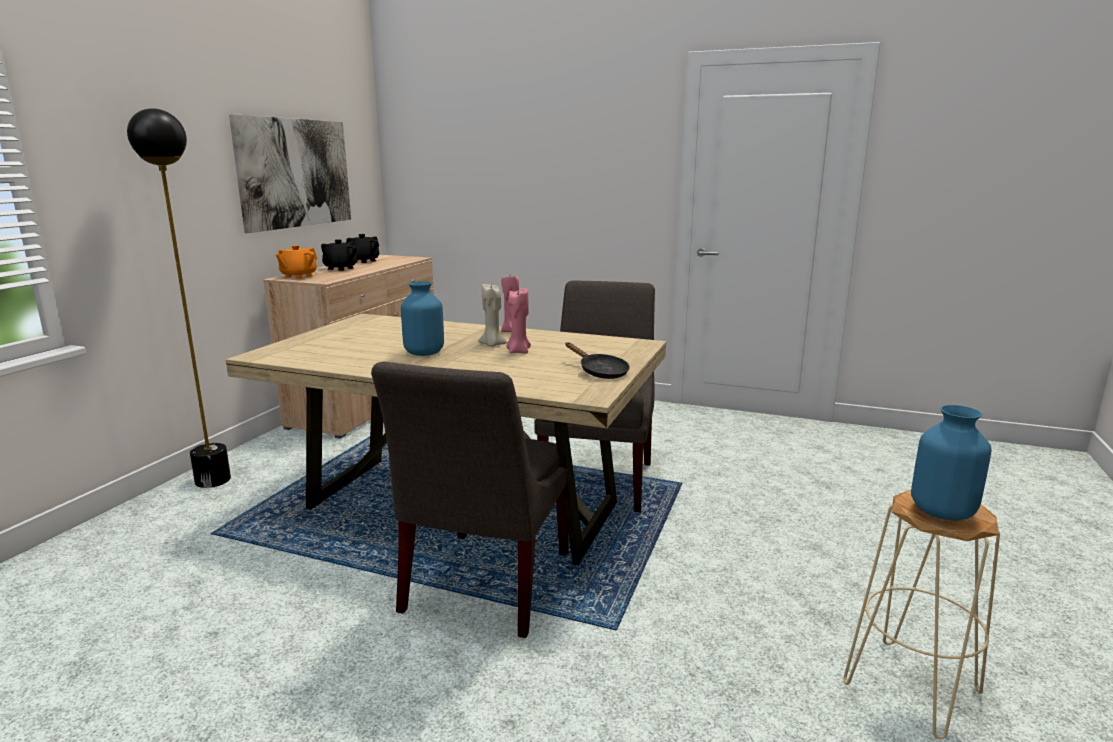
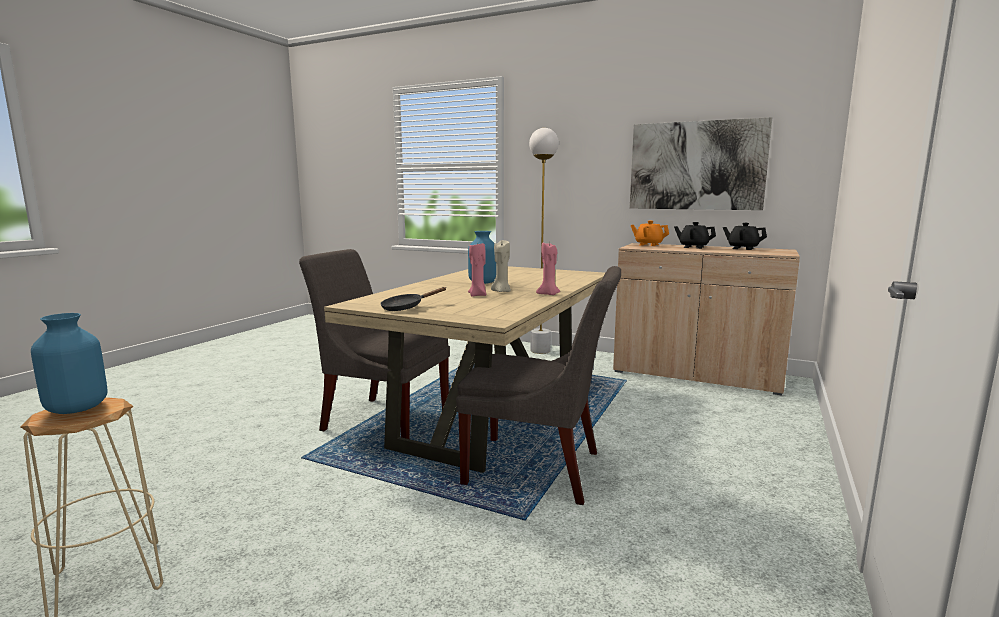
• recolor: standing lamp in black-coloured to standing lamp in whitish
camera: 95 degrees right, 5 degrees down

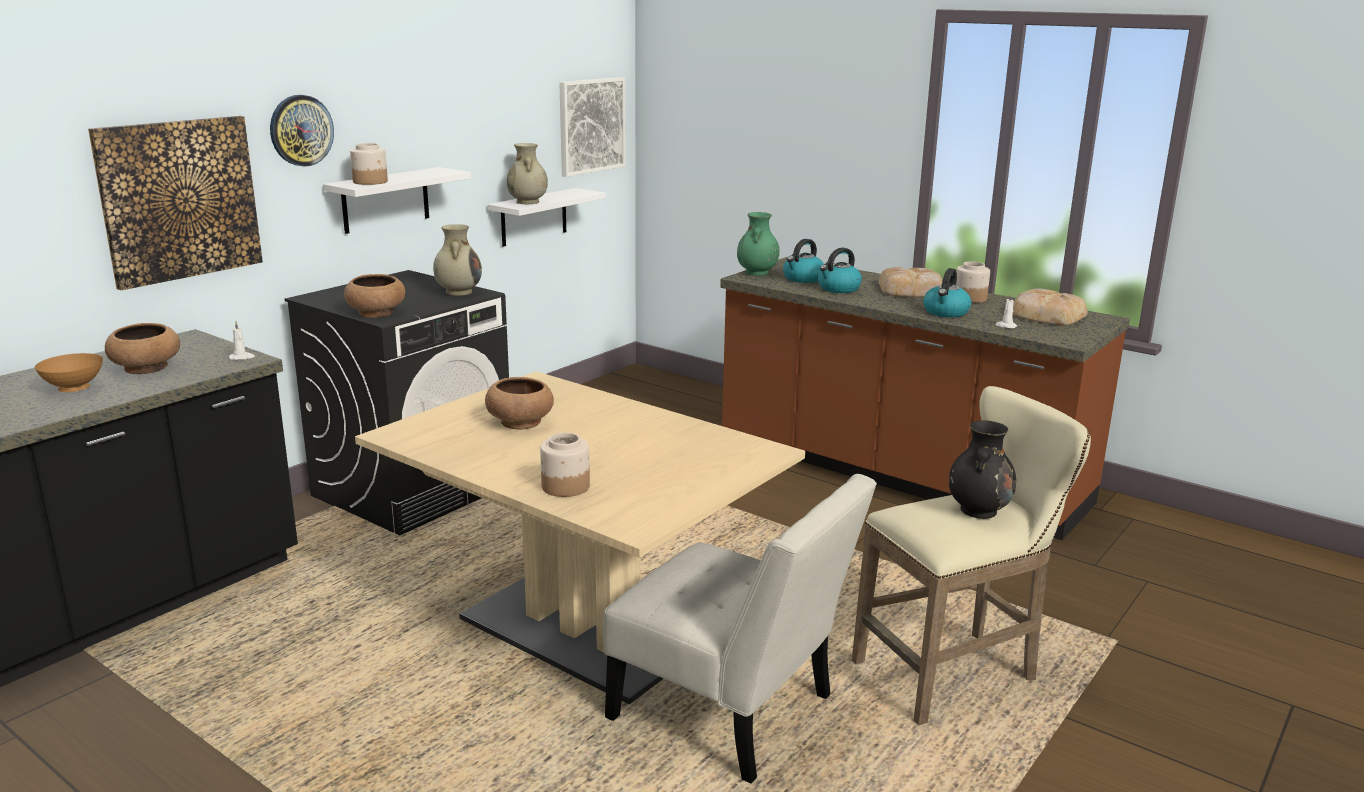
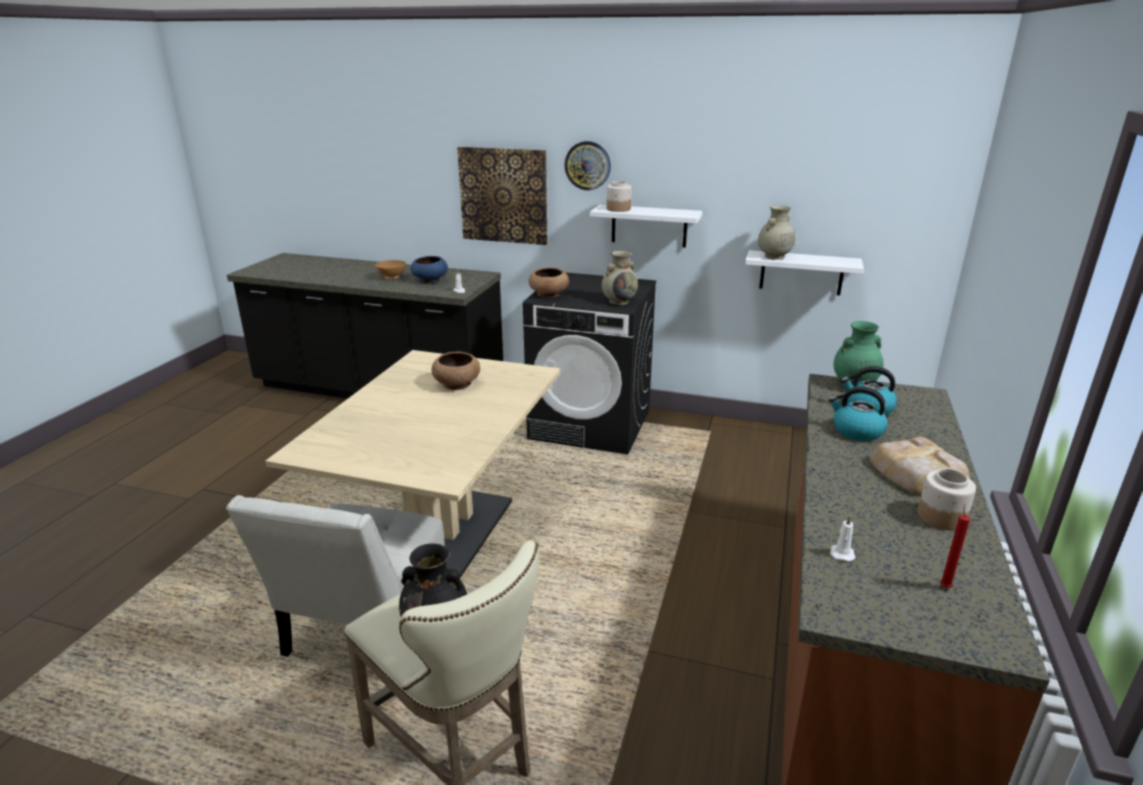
• delete: storage jar (2nd from left)
• delete: picture (2nd from left)
• delete: tea kettle (3rd from left)
• replace: bakery bread (2nd from left) to candle in reddish
• recolor: deep dish in brown (2nd from left) to deep dish in blue
camera: 70 degrees right, 5 degrees up

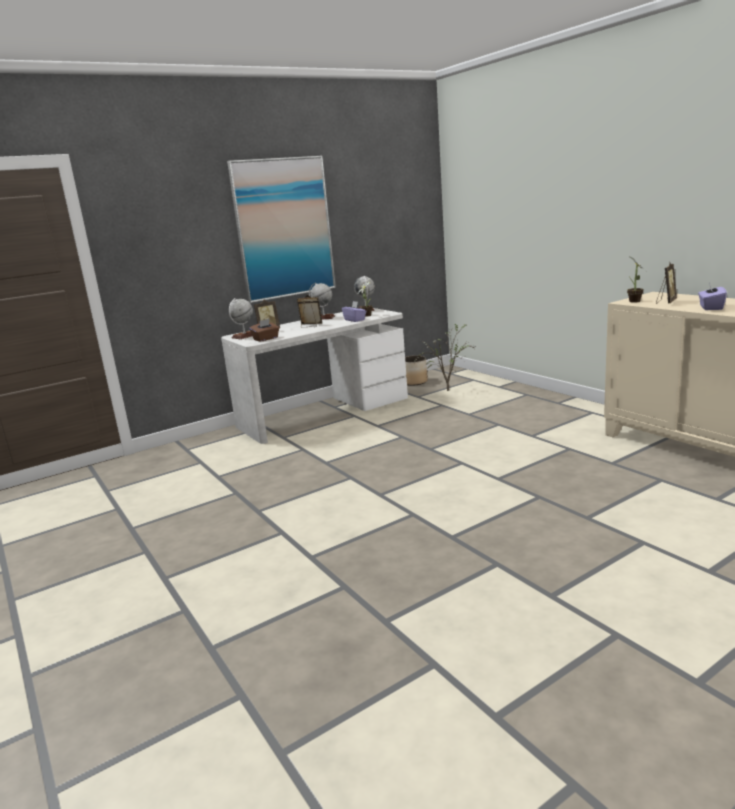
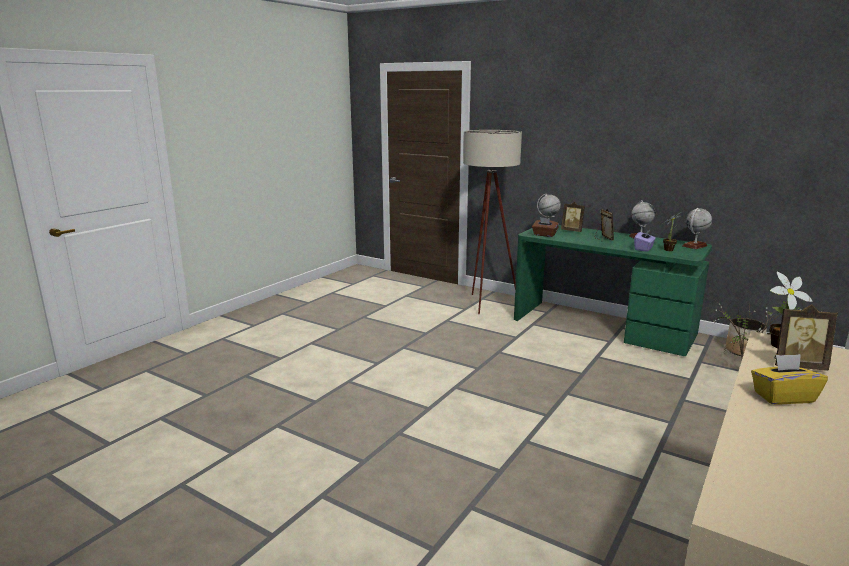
• delete: picture
• insert: standing lamp in beige
• recolor: desk table in whitish to desk table in greenish
• recolor: tissue box in purple (2nd from left) to tissue box in yellowish
camera: 65 degrees right, 0 degrees up

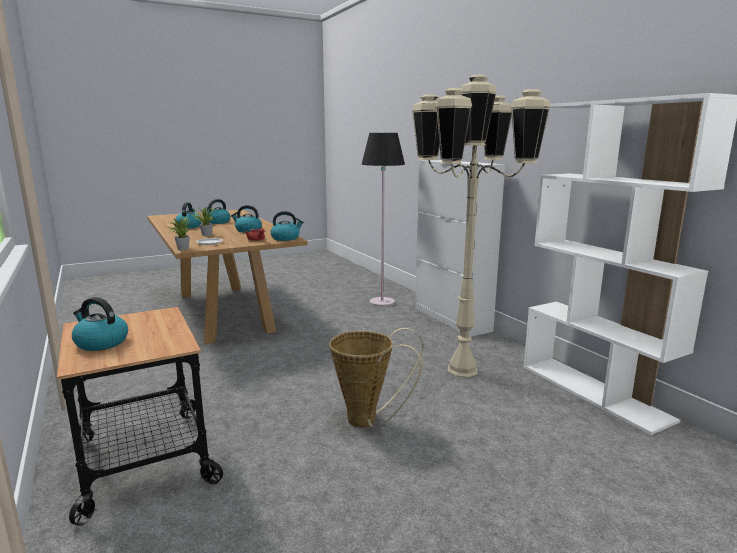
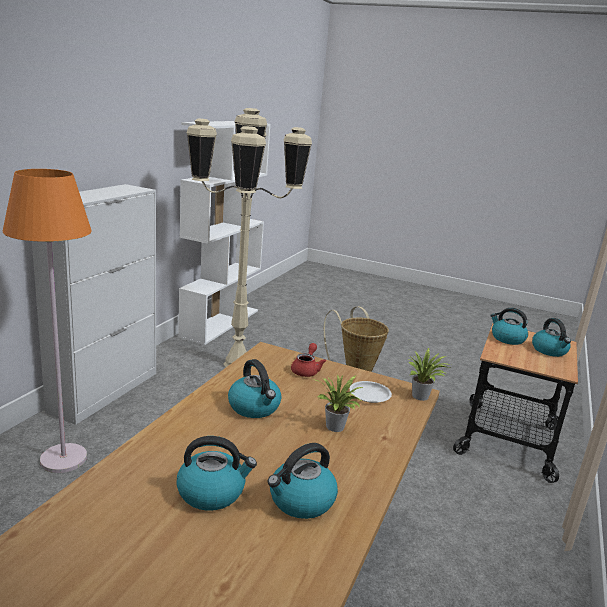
• move: tea kettle (5th from left in the first image) to tea kettle (4th from left)
• recolor: standing lamp in black-coloured to standing lamp in orange
camera: 130 degrees left, 5 degrees up

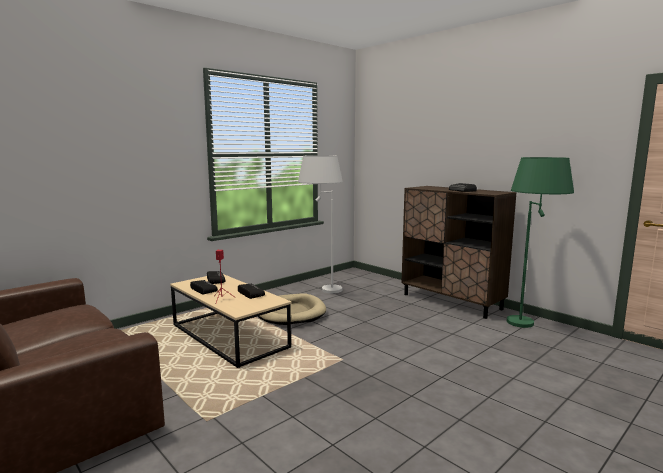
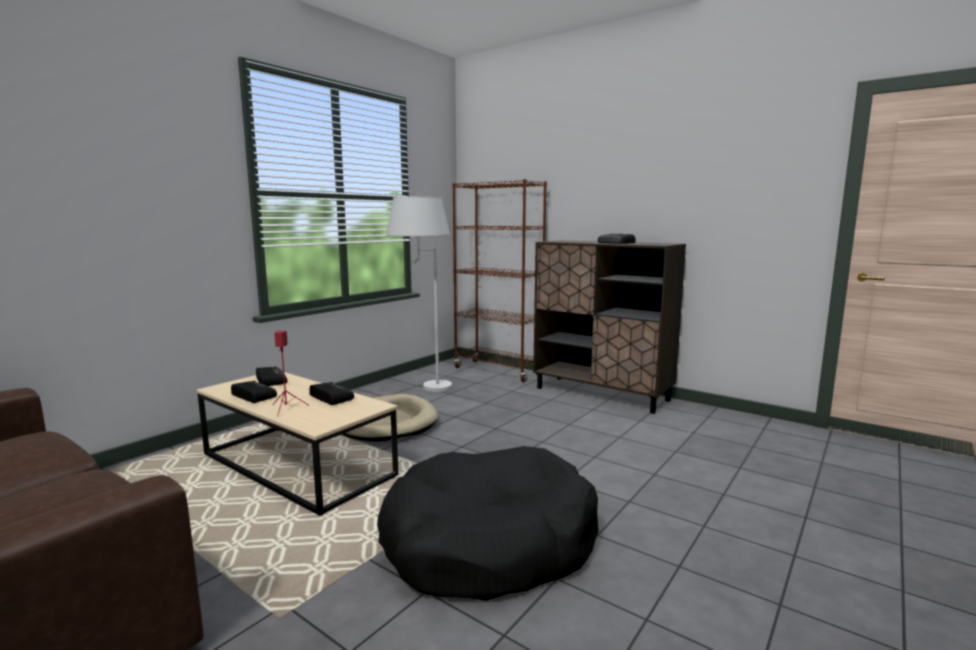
• delete: standing lamp in greenish
• insert: pet bed in black-coloured
• insert: bookcase in brown
camera: 10 degrees left, 0 degrees up

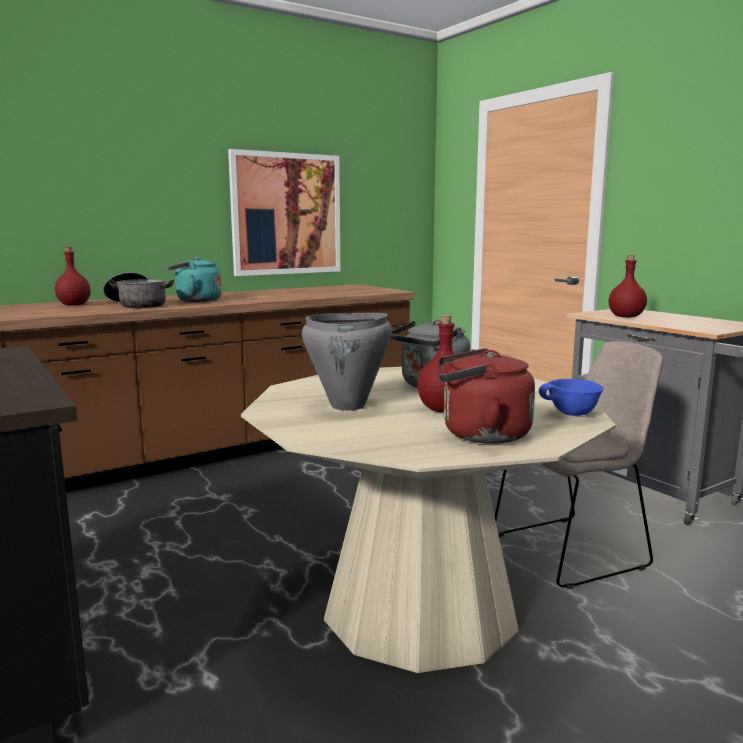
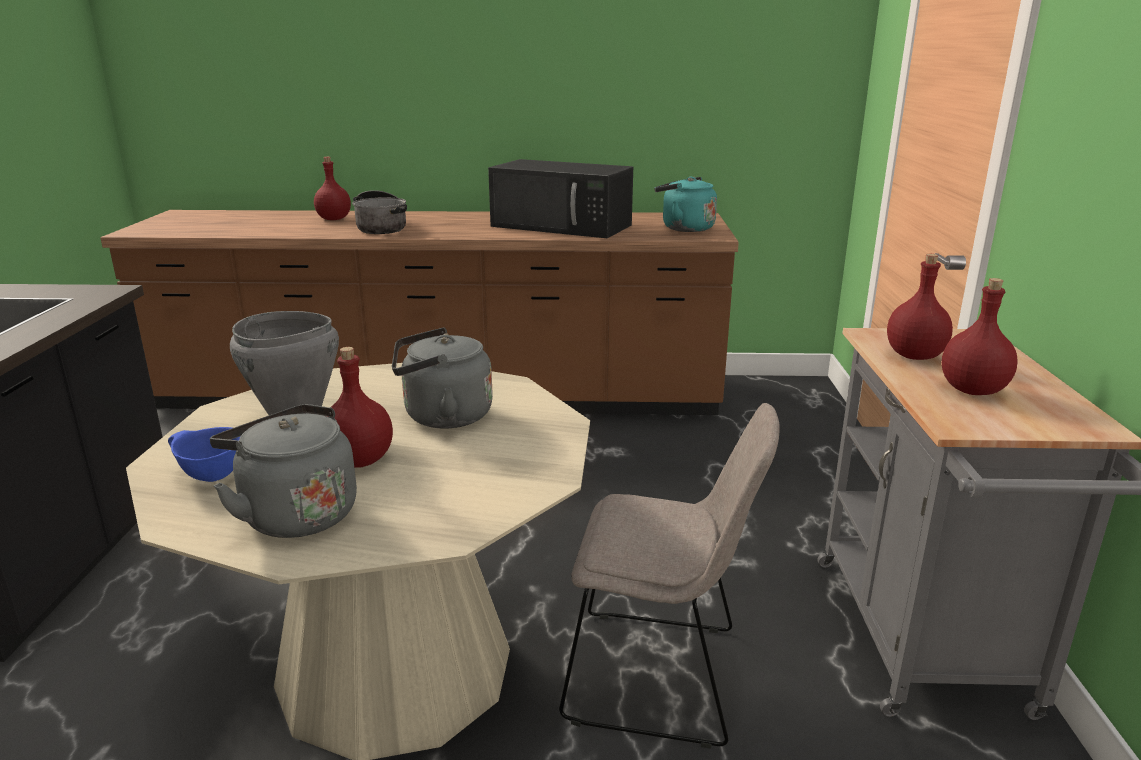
• delete: picture
• insert: microwave oven in black-coloured
• insert: bottle in reddish (4th from left)
• move: tea kettle in blue-green
• move: deep dish in blue
• recolor: tea kettle in reddish to tea kettle in greyish (1st from left)
camera: 35 degrees right, 10 degrees up

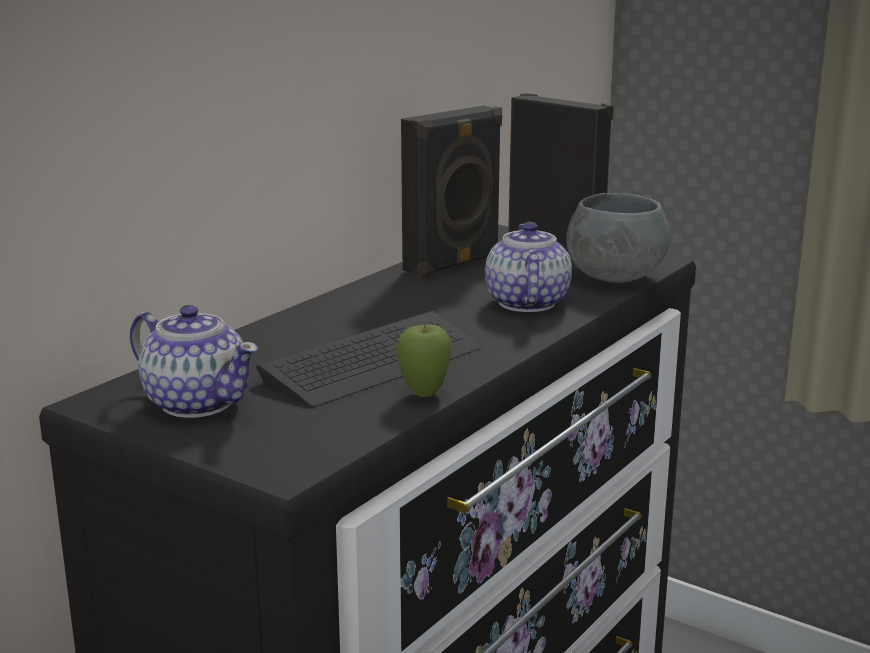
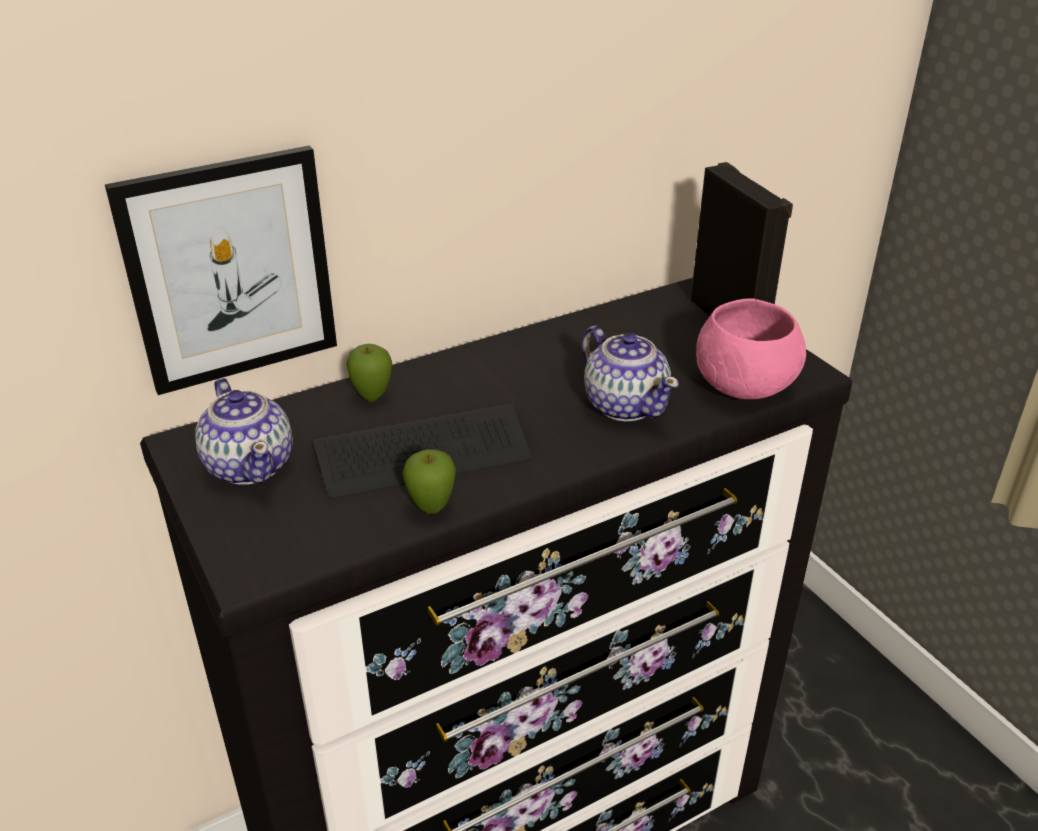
• delete: speaker in black-coloured (1st from left)
• insert: picture
• insert: apple (1st from left)
• recolor: deep dish in greyish to deep dish in pink
• rotate: teapot (2nd from left) 120 degrees clockwise
camera: 25 degrees right, 15 degrees up

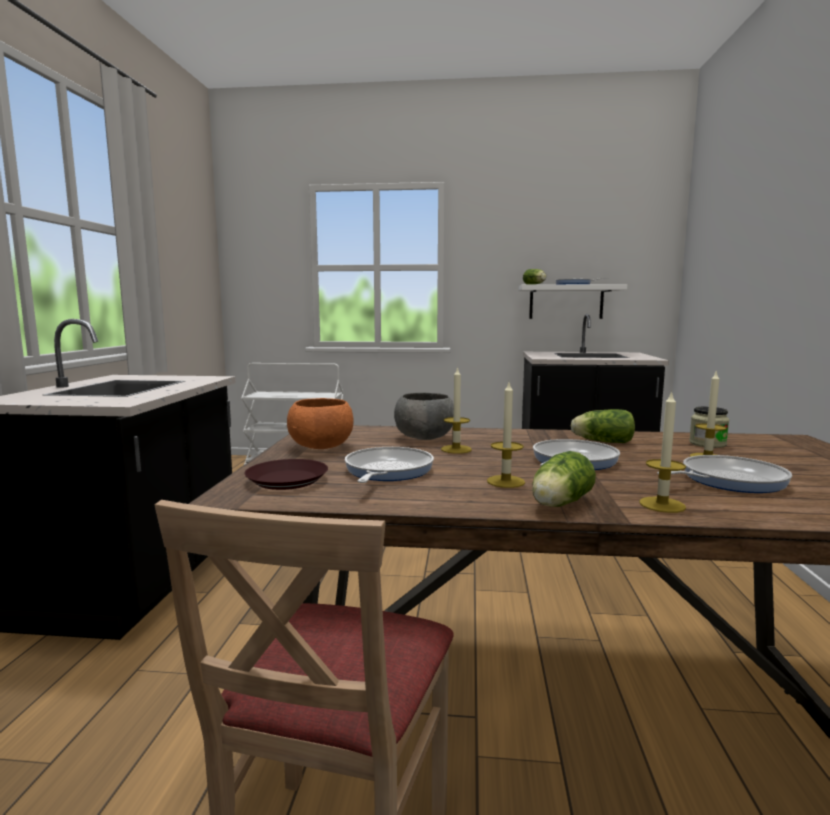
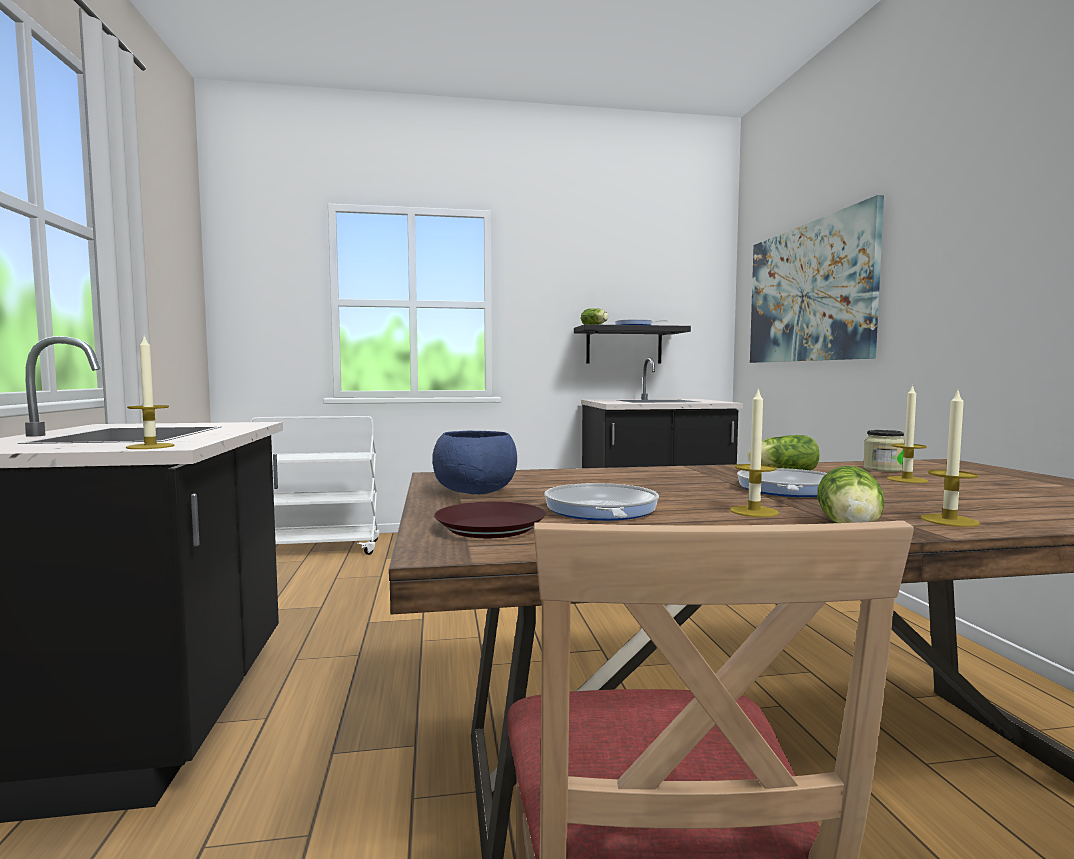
• delete: deep dish in greyish
• delete: pan (4th from left)
• insert: picture
• move: candle (1st from left)
• recolor: deep dish in orange to deep dish in blue
• recolor: wall shelf in whitish to wall shelf in black-coloured
camera: 15 degrees left, 5 degrees down

